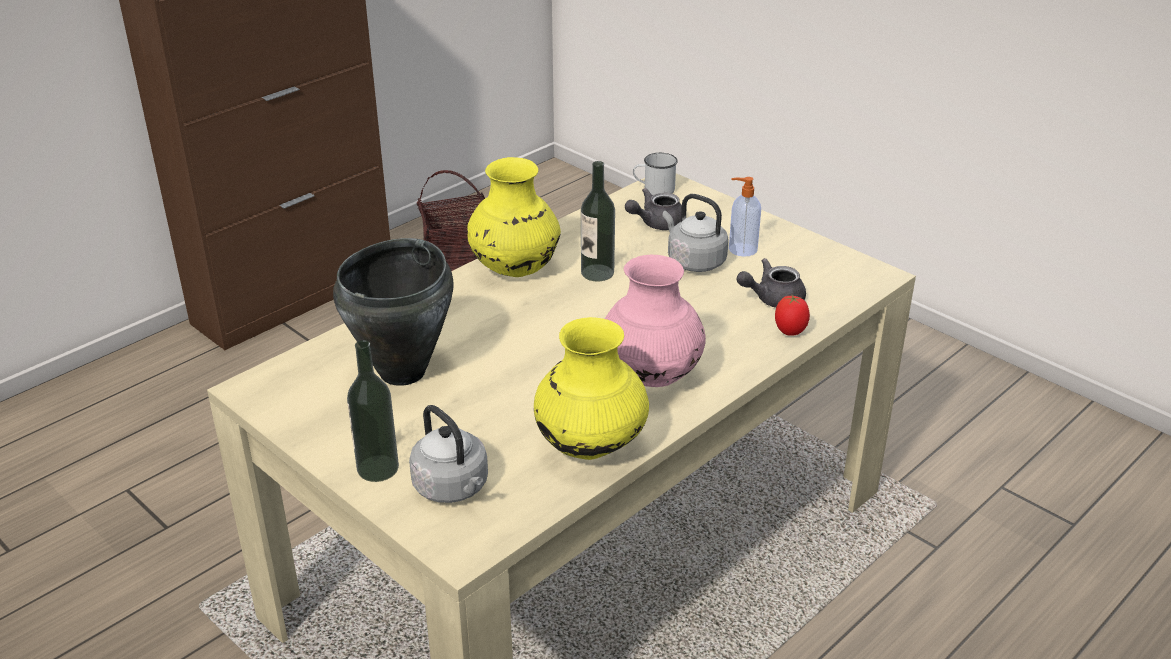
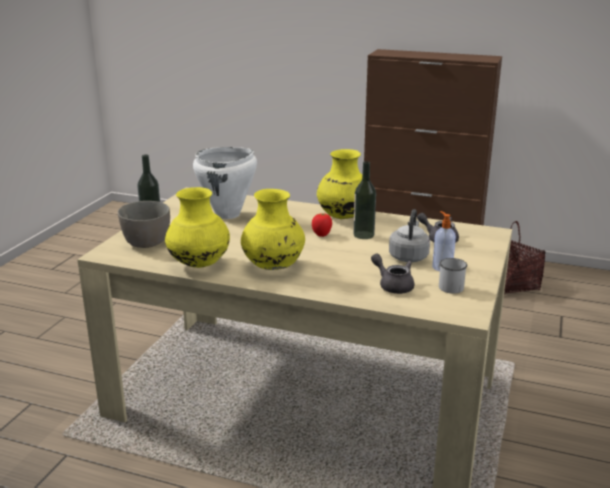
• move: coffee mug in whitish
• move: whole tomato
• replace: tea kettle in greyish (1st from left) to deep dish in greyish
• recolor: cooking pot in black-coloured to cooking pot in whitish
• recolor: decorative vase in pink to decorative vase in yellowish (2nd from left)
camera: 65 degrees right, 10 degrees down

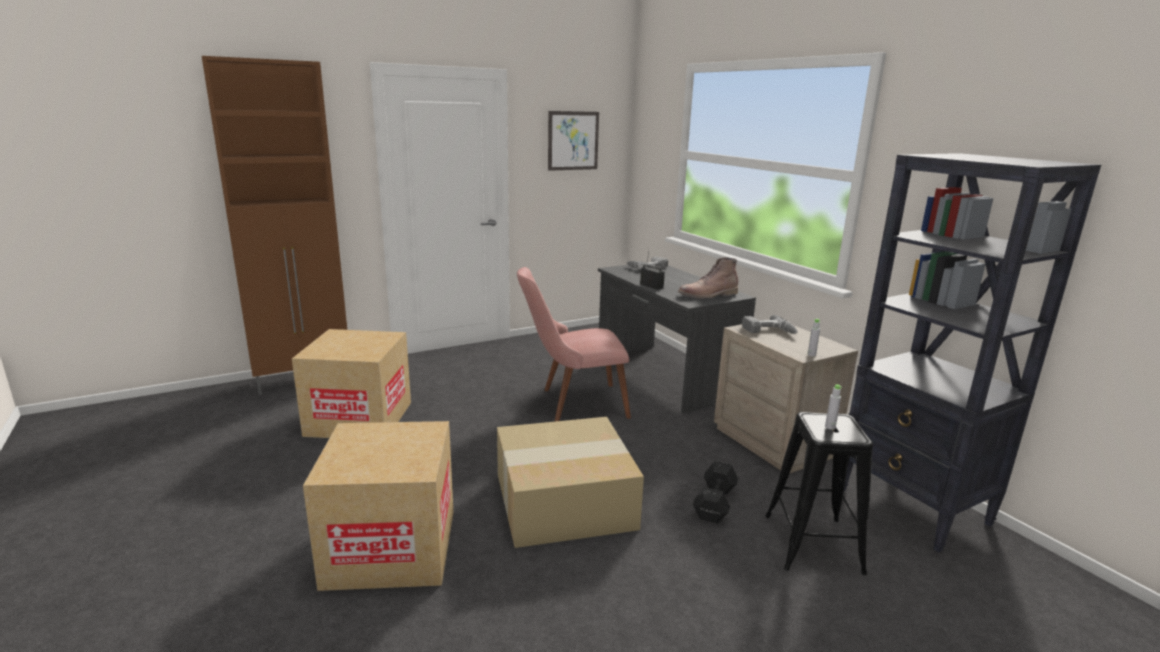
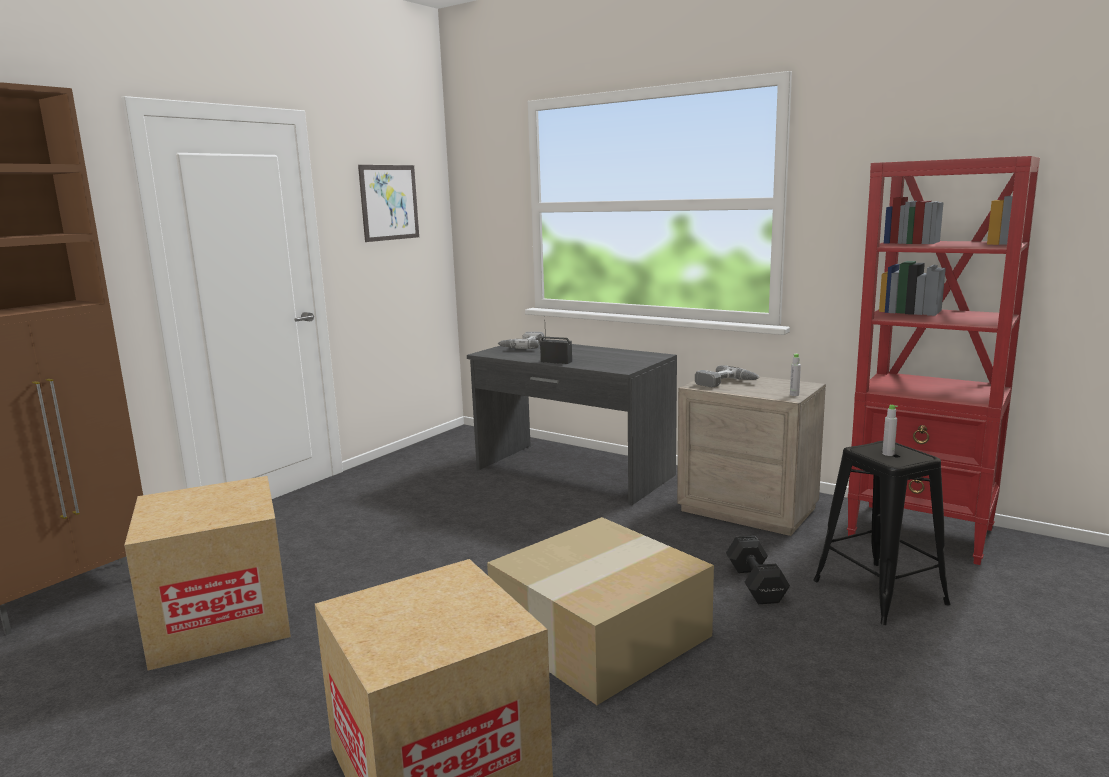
• delete: plain chair in pink
• delete: tall boot in brown
• recolor: bookcase in black-coloured to bookcase in reddish
camera: 25 degrees left, 5 degrees down

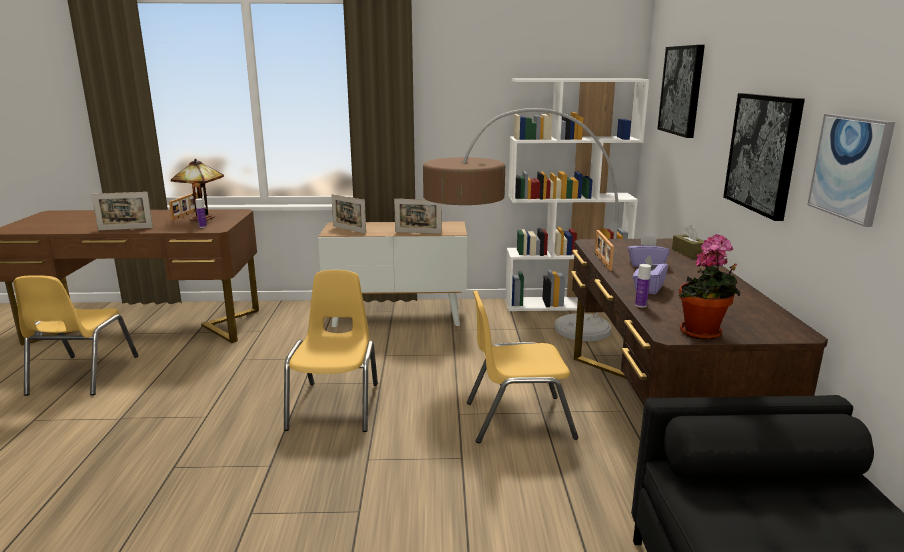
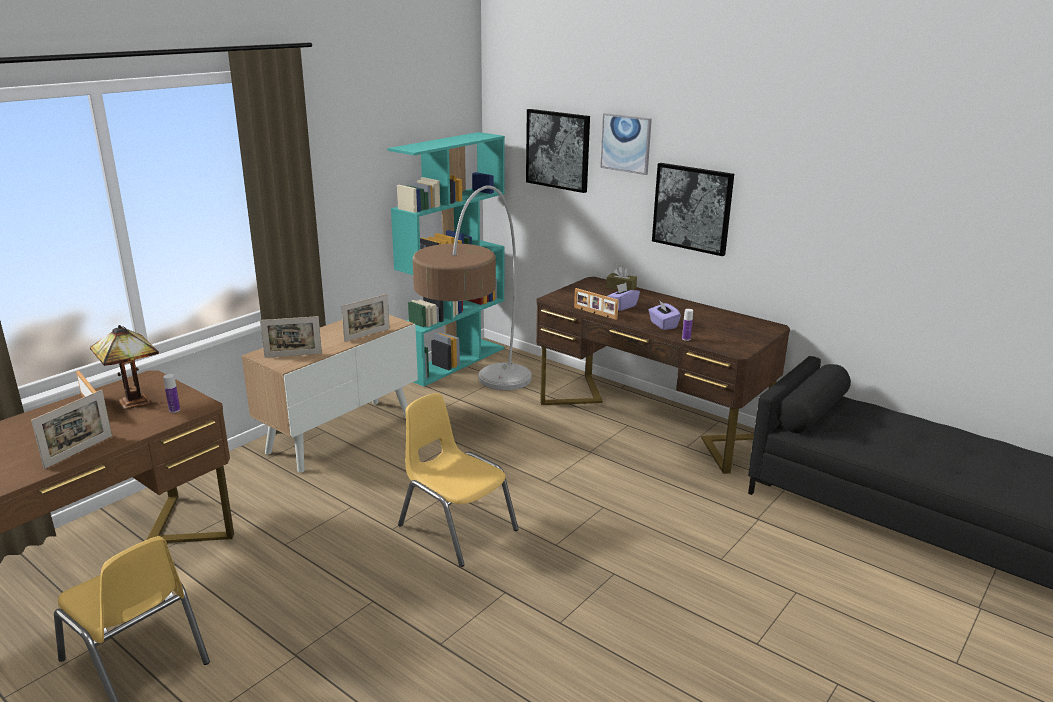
• delete: plain chair in yellowish (3rd from left)
• delete: potted plant
• move: picture (3rd from left in the first image) to picture (2nd from left)
• recolor: bookcase in whitish to bookcase in blue-green
camera: 50 degrees left, 5 degrees up

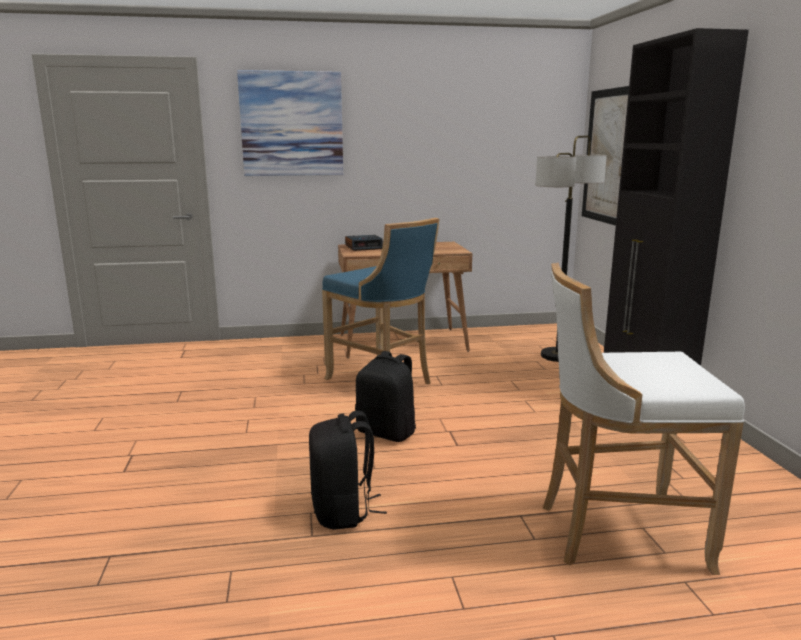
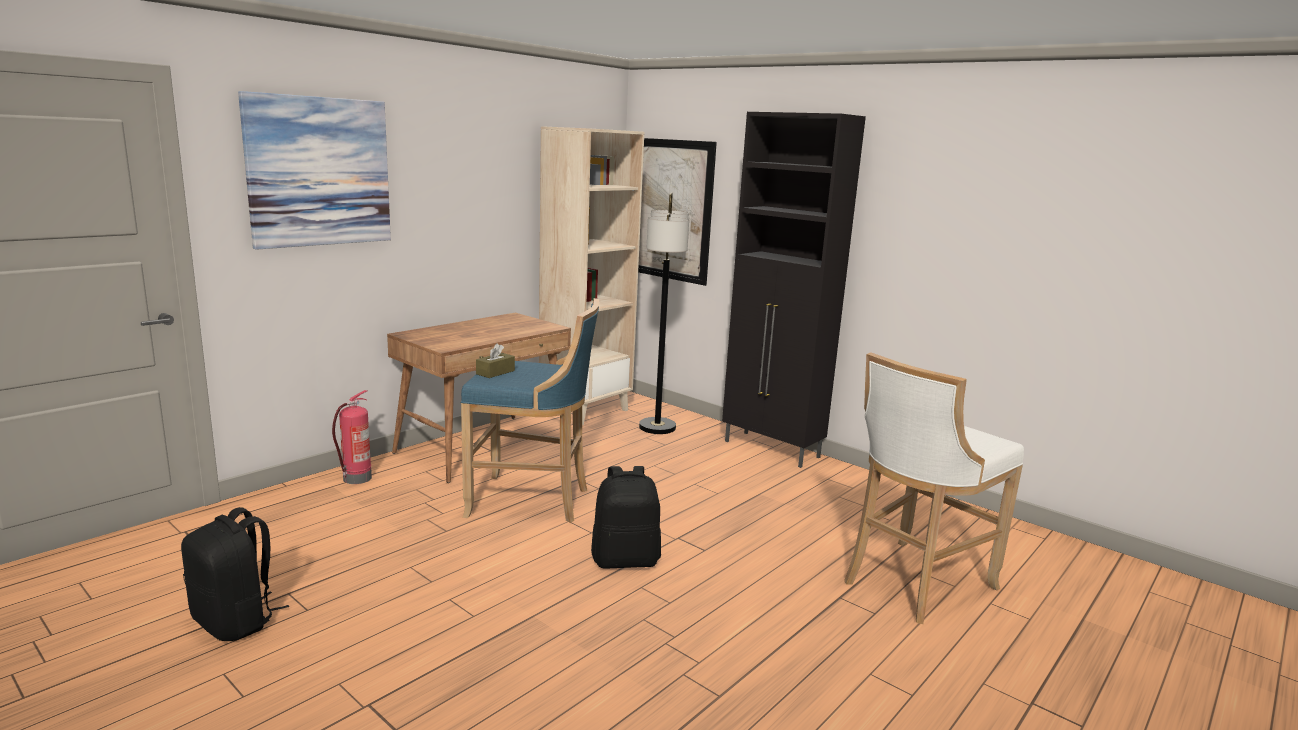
• delete: bedside clock
• insert: fire extinguisher
• insert: tissue box in brown
• insert: bookcase in beige
• move: backpack in black-coloured (1st from left)
camera: 40 degrees left, 0 degrees up

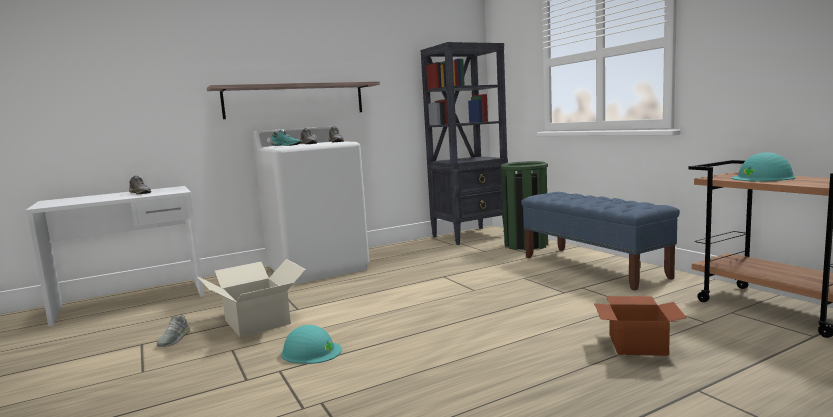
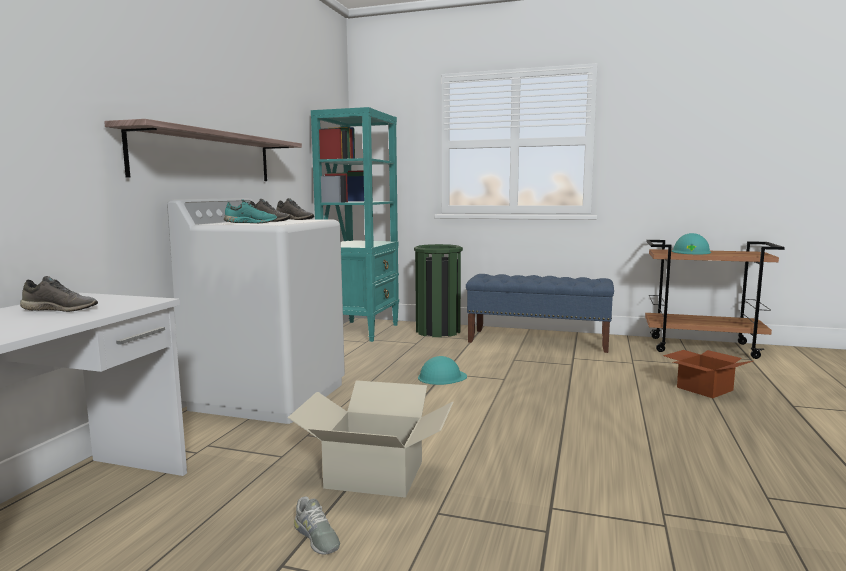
• move: work helmet in blue-green (1st from left)
• recolor: bookcase in black-coloured to bookcase in blue-green
camera: 45 degrees left, 0 degrees up

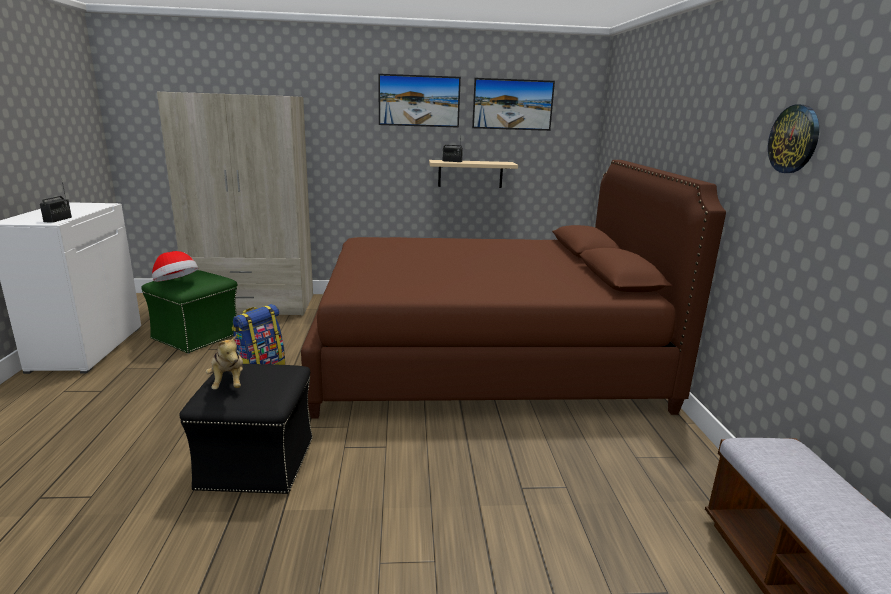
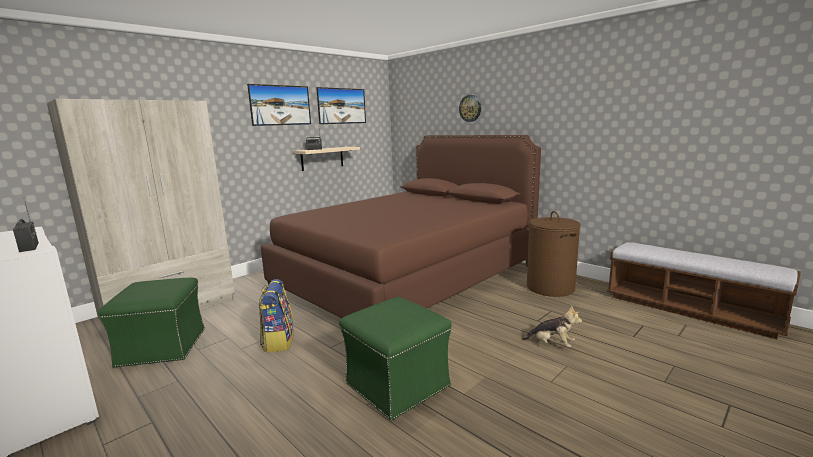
• delete: wearable hat
• insert: hamper in brown
• move: plush toy
• move: hanging clock
• recolor: pouffe in black-coloured to pouffe in greenish (2nd from left)
camera: 40 degrees left, 5 degrees down

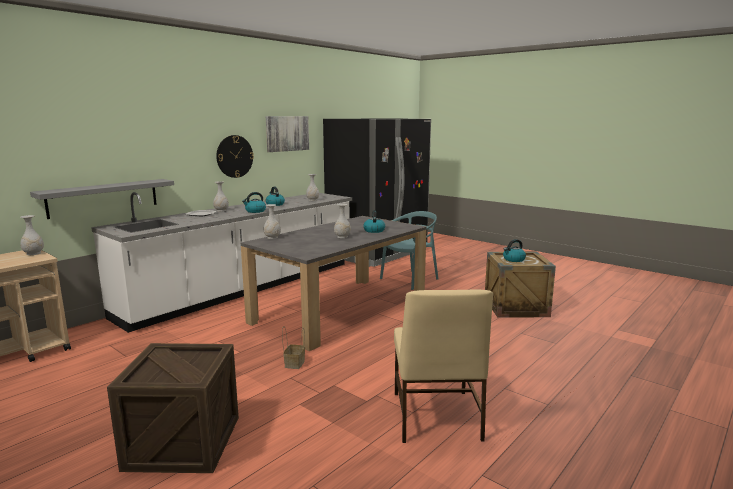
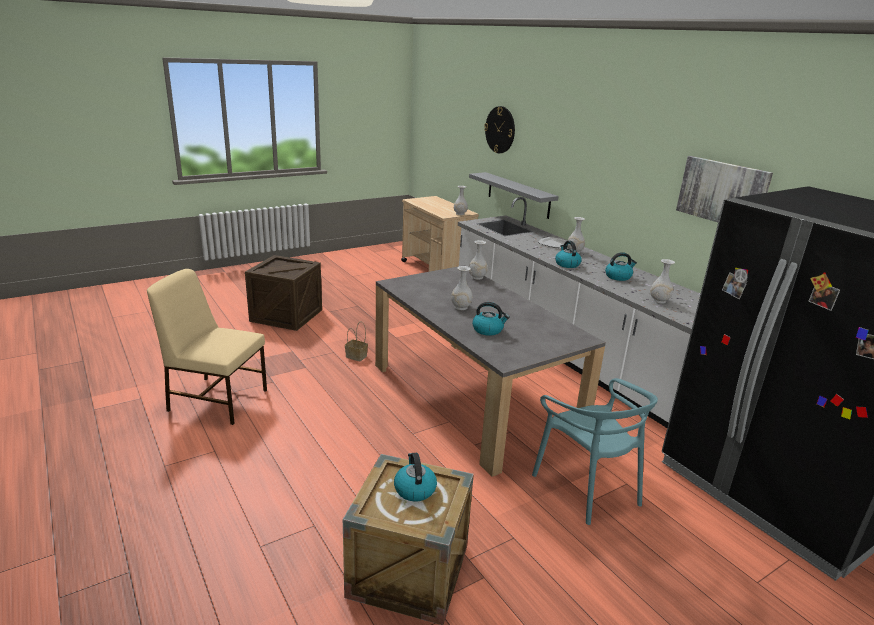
• move: hanging clock
camera: 105 degrees right, 10 degrees up

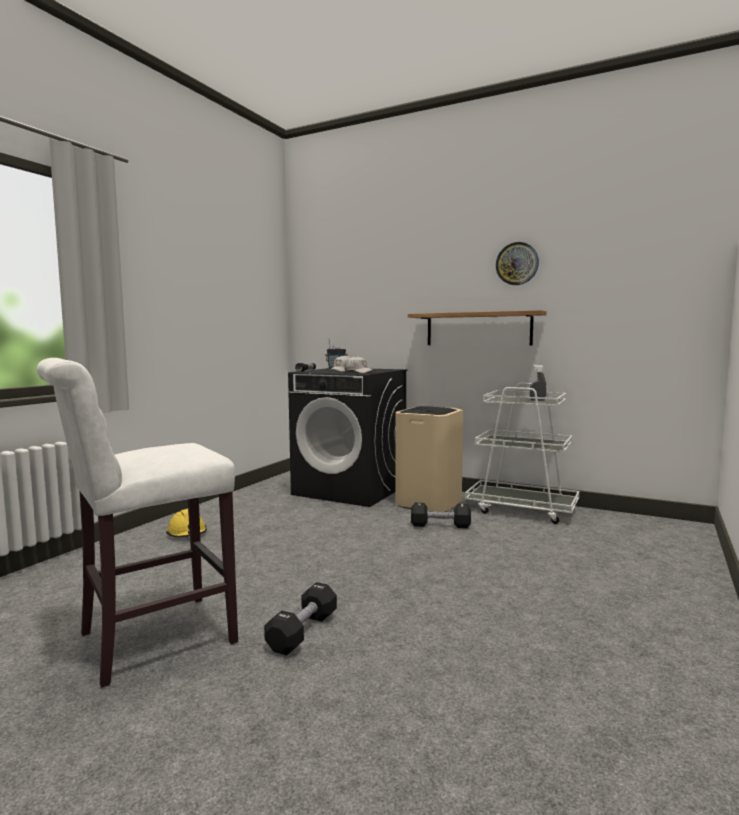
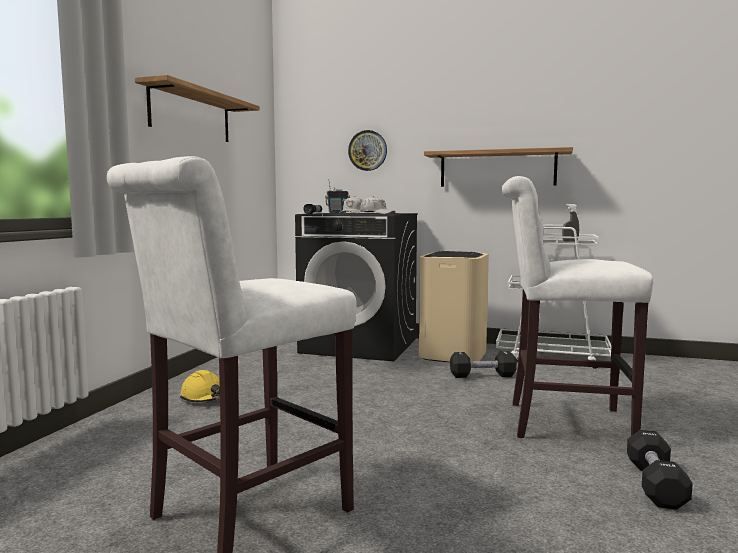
• insert: wall shelf (1st from left)
• insert: stool seat in whitish (2nd from left)
• move: dumbbell in black-coloured (1st from left in the first image) to dumbbell in black-coloured (2nd from left)
• move: hanging clock
camera: 10 degrees left, 0 degrees up

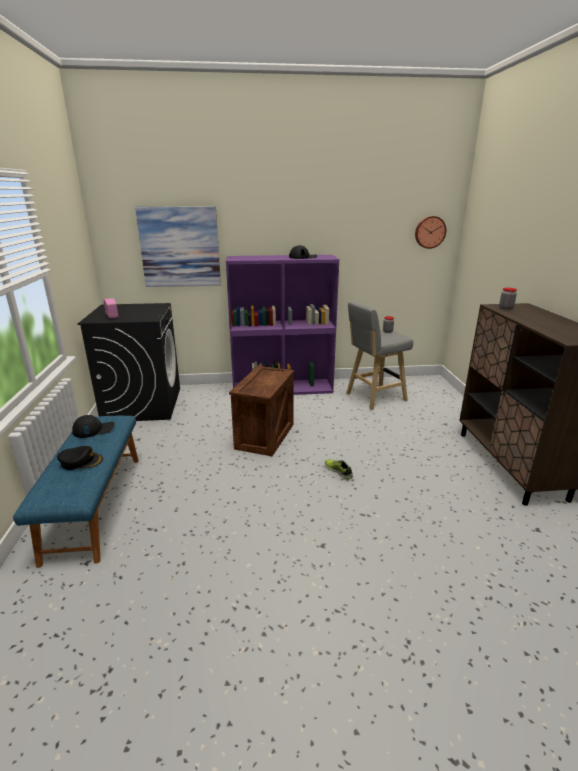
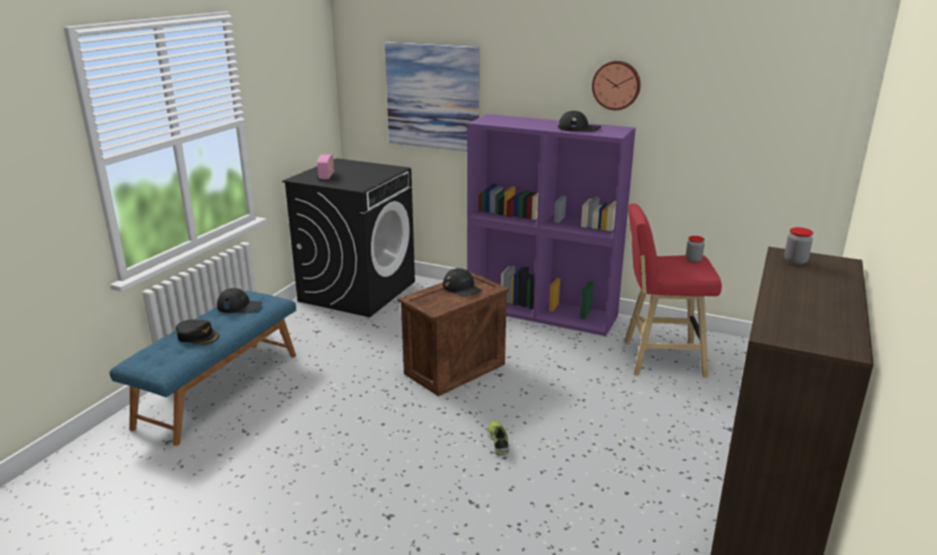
• insert: cap in black-coloured (3rd from left)
• move: hanging clock
• recolor: stool seat in greyish to stool seat in reddish
camera: 30 degrees right, 0 degrees up

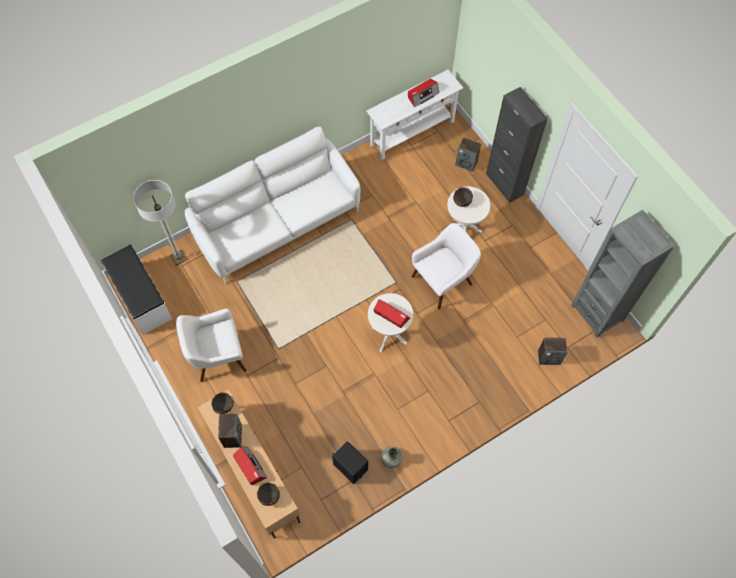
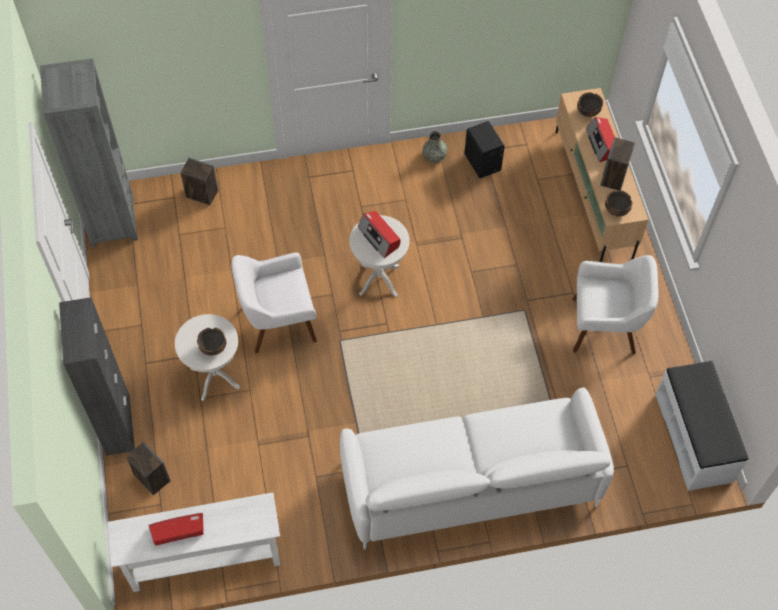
• delete: standing lamp
camera: 160 degrees left, 5 degrees down

